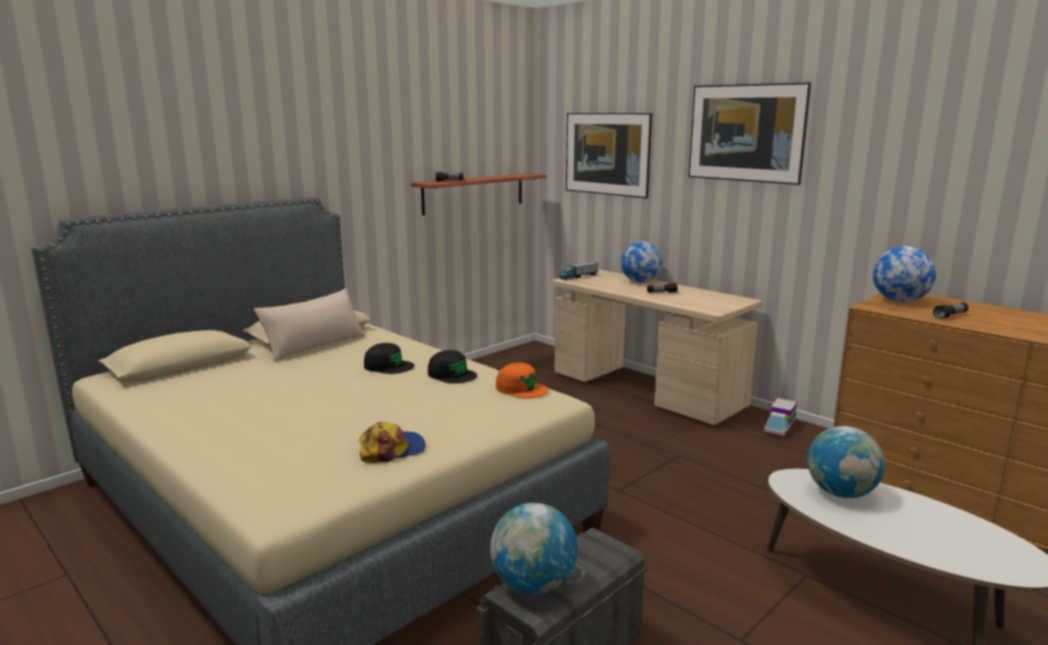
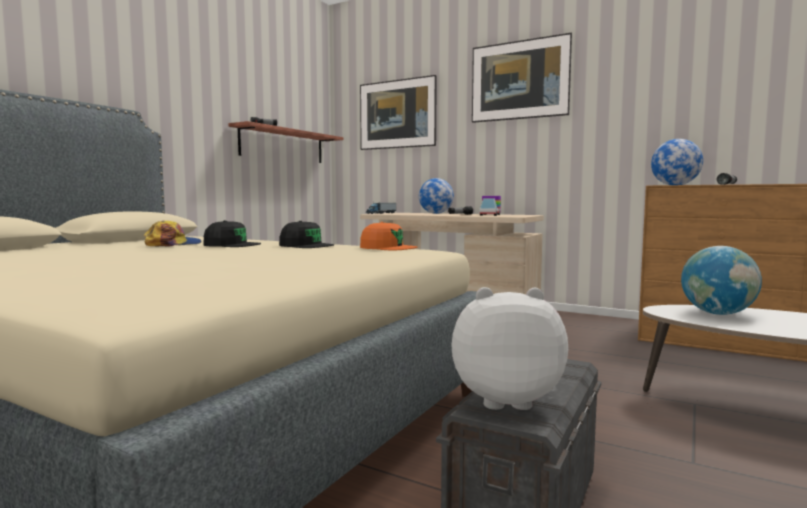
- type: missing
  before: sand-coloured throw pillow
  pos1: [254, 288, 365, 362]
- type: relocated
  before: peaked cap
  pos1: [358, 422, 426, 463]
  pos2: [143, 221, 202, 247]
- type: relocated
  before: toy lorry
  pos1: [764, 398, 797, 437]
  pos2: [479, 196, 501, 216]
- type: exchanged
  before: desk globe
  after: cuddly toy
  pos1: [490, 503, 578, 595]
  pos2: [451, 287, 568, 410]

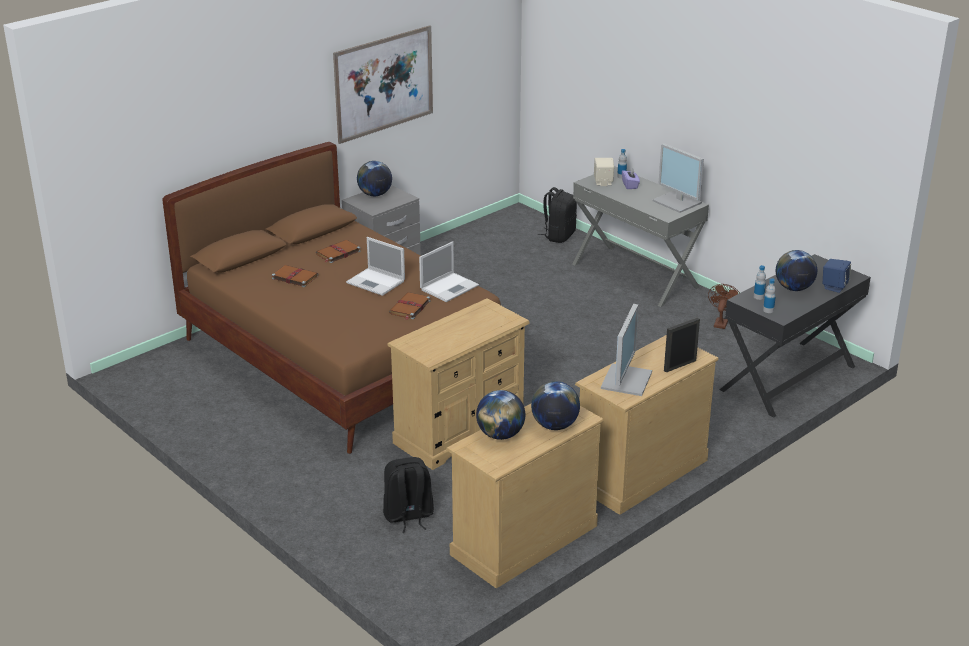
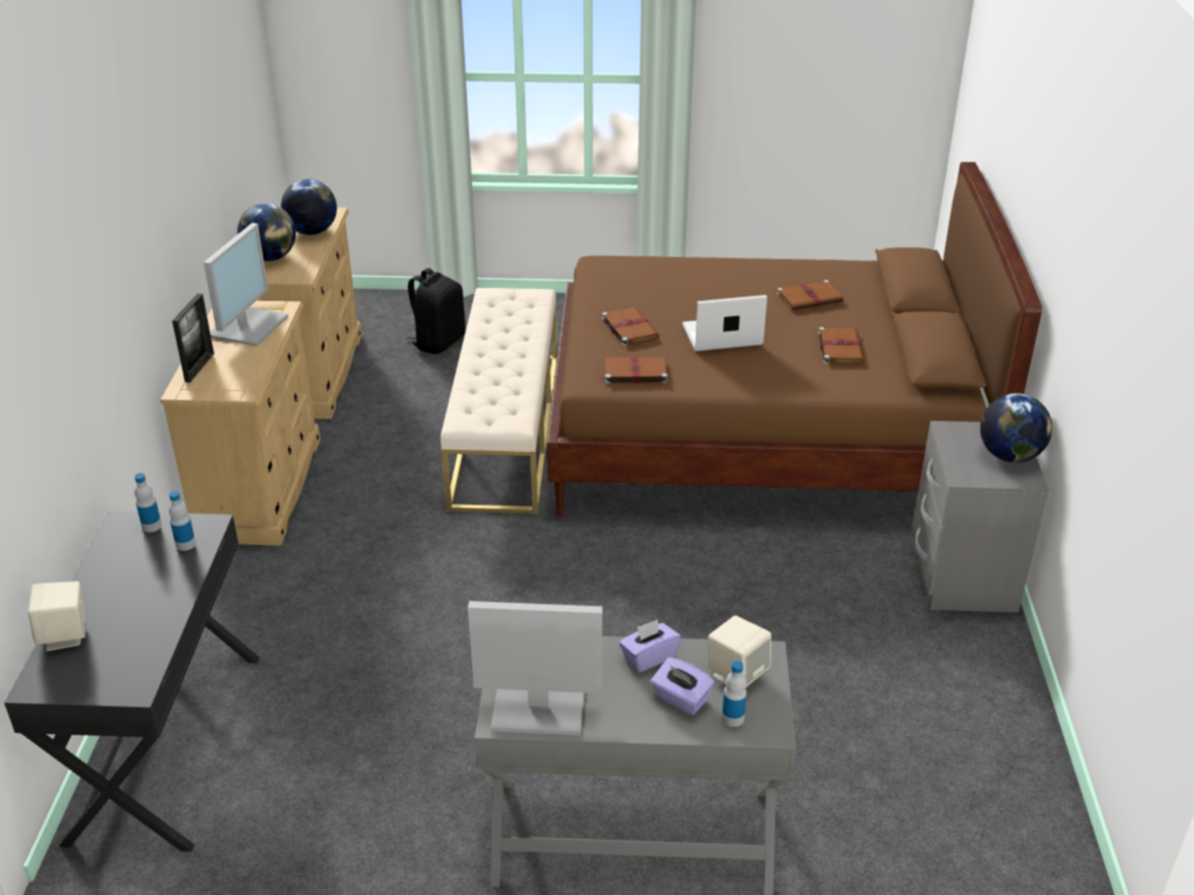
- type: missing
  before: picture
  pos1: [333, 25, 433, 144]
- type: missing
  before: black rucksack
  pos1: [538, 187, 577, 243]
- type: missing
  before: brownish fan
  pos1: [708, 284, 740, 329]
- type: missing
  before: desk globe
  pos1: [776, 250, 817, 291]
- type: appeared
  after: purplish tissue box
  pos2: [619, 619, 681, 673]
- type: exchanged
  before: sand-coloured dresser
  after: sand-coloured indoor bench
  pos1: [388, 298, 530, 470]
  pos2: [440, 288, 557, 514]
- type: exchanged
  before: laptop
  after: brownish bound book
  pos1: [419, 242, 479, 302]
  pos2: [599, 356, 667, 384]
- type: colour
  before: blue speaker
  after: sand-coloured speaker
  pos1: [823, 259, 851, 293]
  pos2: [28, 581, 86, 651]
- type: spun
  before: computer display
  pos1: [601, 304, 652, 396]
  pos2: [203, 223, 288, 346]
  turn: -135

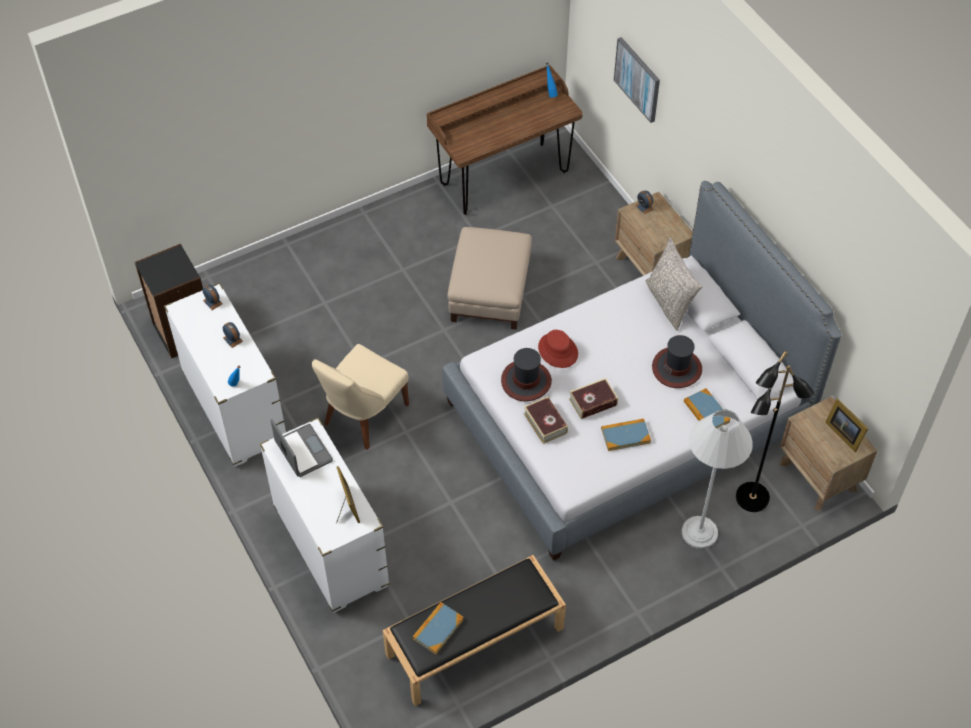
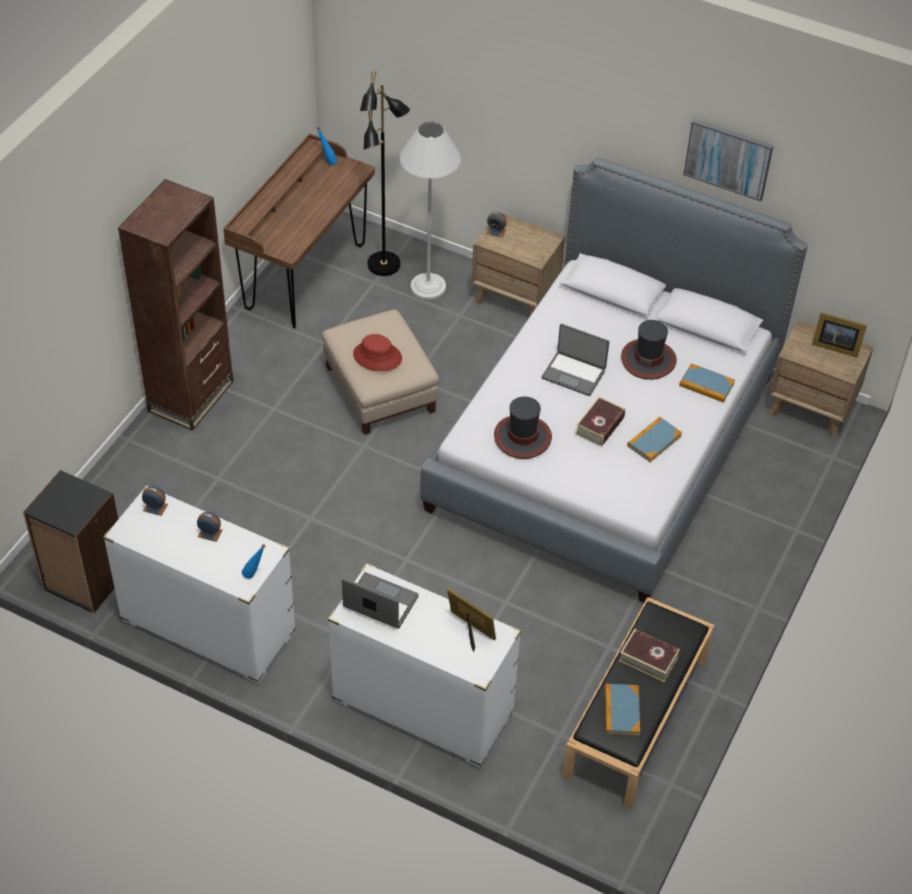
- type: missing
  before: sand-coloured plain chair
  pos1: [312, 344, 409, 450]
- type: missing
  before: grey throw pillow
  pos1: [646, 237, 702, 331]
- type: appeared
  after: brownish bookcase
  pos2: [118, 179, 234, 431]
- type: appeared
  after: laptop
  pos2: [542, 324, 609, 396]
- type: relocated
  before: bound book
  pos1: [524, 396, 568, 444]
  pos2: [619, 629, 680, 682]
- type: relocated
  before: red clothing hat
  pos1: [538, 330, 578, 368]
  pos2: [353, 334, 402, 371]
- type: relocated
  before: picture
  pos1: [614, 37, 660, 123]
  pos2: [683, 119, 774, 201]
- type: relocated
  before: whitish floor lamp
  pos1: [682, 409, 753, 549]
  pos2: [400, 121, 461, 299]
- type: relocated
  before: black floor lamp
  pos1: [736, 351, 814, 512]
  pos2: [360, 71, 410, 276]

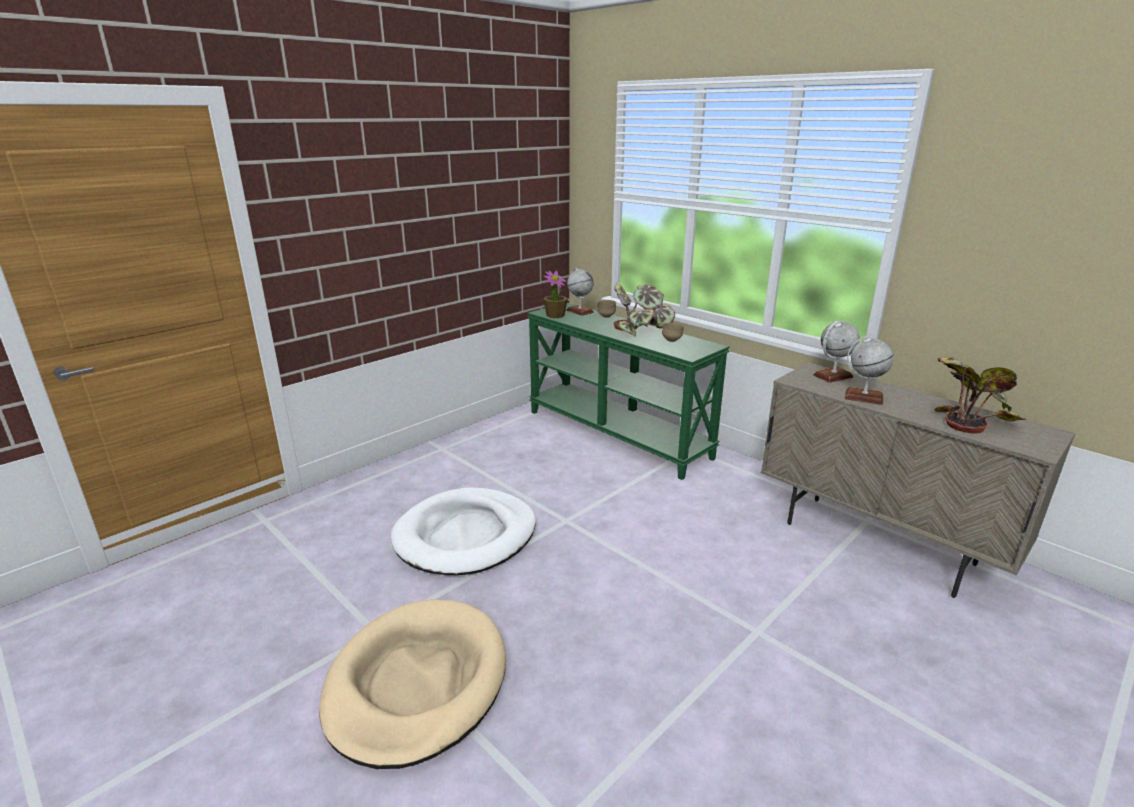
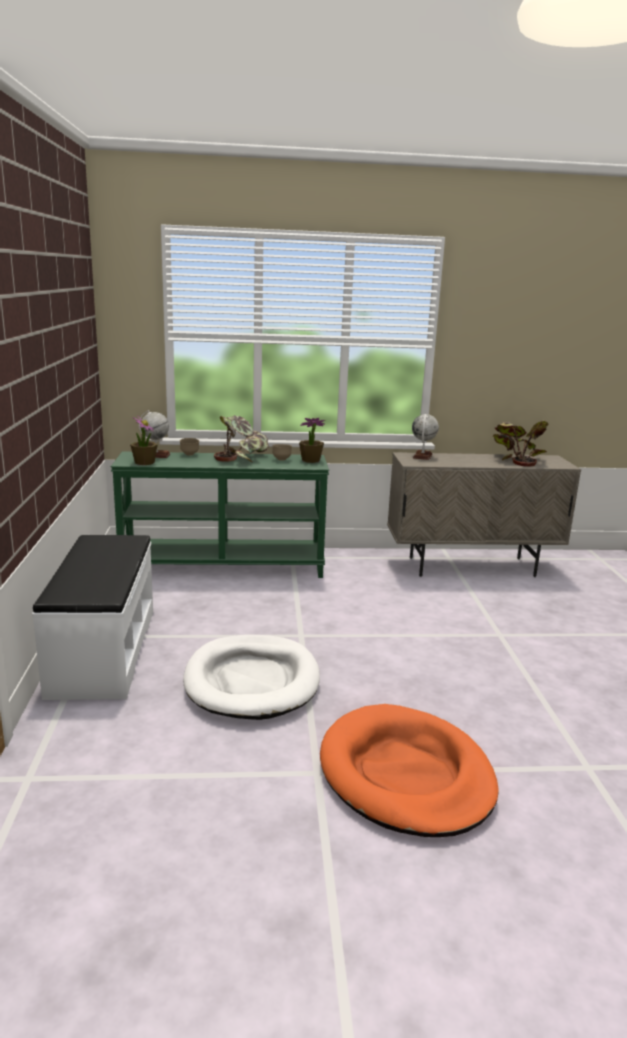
- type: missing
  before: desk globe
  pos1: [845, 336, 894, 405]
- type: appeared
  after: whitish indoor bench
  pos2: [32, 535, 153, 700]
- type: appeared
  after: houseplant
  pos2: [299, 418, 325, 463]
- type: colour
  before: sand-coloured pet bed
  after: orange-coloured pet bed
  pos1: [319, 599, 506, 769]
  pos2: [320, 704, 499, 837]

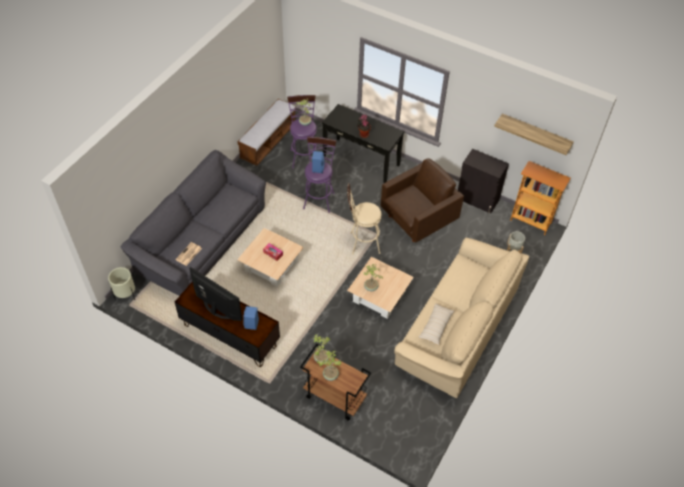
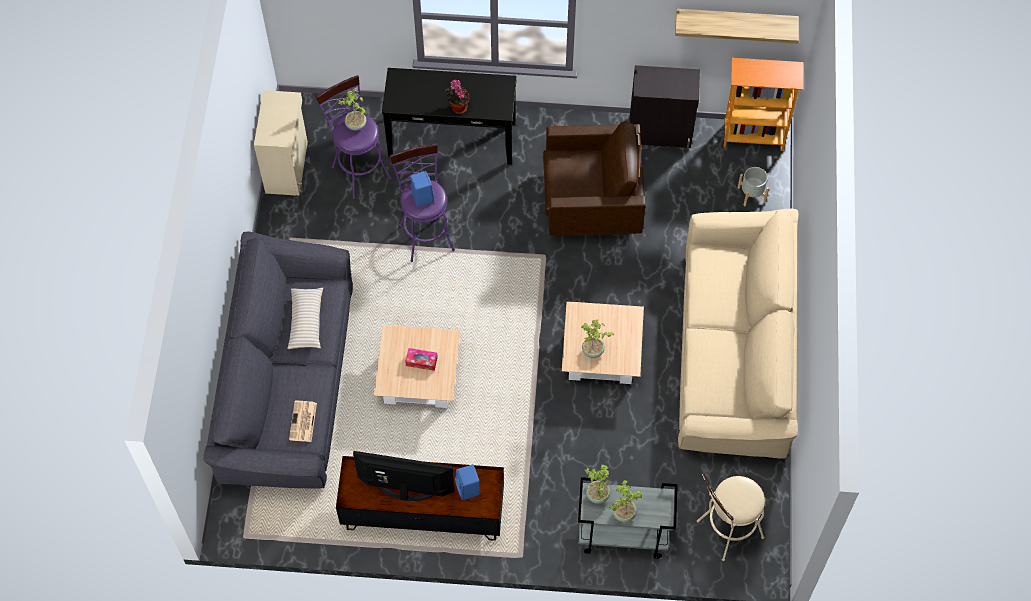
- type: missing
  before: sand-coloured planter
  pos1: [108, 267, 135, 300]
- type: relocated
  before: sand-coloured stool seat
  pos1: [347, 183, 382, 255]
  pos2: [697, 473, 765, 561]
- type: relocated
  before: sand-coloured throw pillow
  pos1: [418, 303, 455, 345]
  pos2: [288, 288, 323, 349]
- type: exchanged
  before: indoor bench
  after: sand-coloured cupboard
  pos1: [237, 99, 296, 166]
  pos2: [254, 90, 308, 195]
- type: colour
  before: brownish wheeled cart
  after: grey wheeled cart
  pos1: [300, 344, 371, 420]
  pos2: [578, 477, 678, 559]
- type: spun
  before: brownish easy chair
  pos1: [381, 158, 464, 242]
  pos2: [543, 122, 646, 236]
  turn: 60

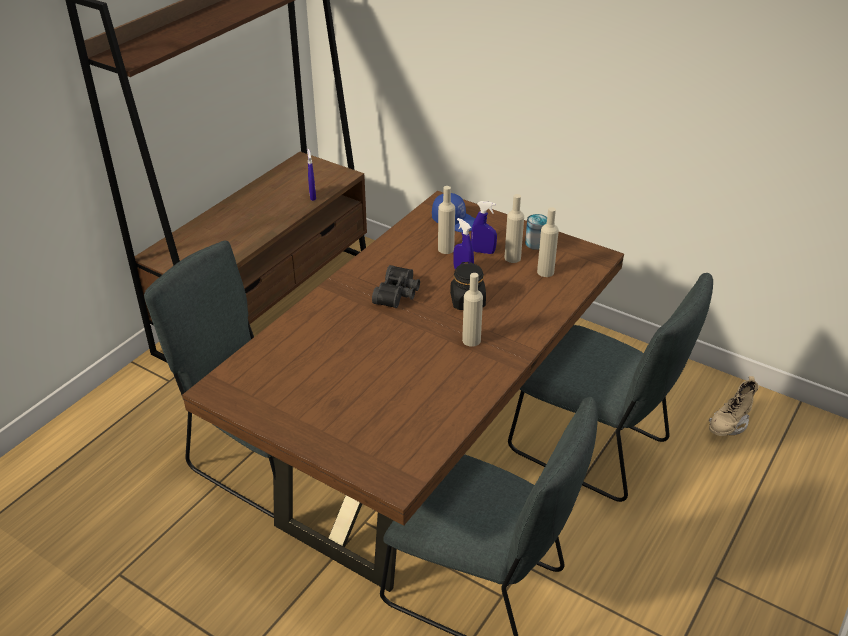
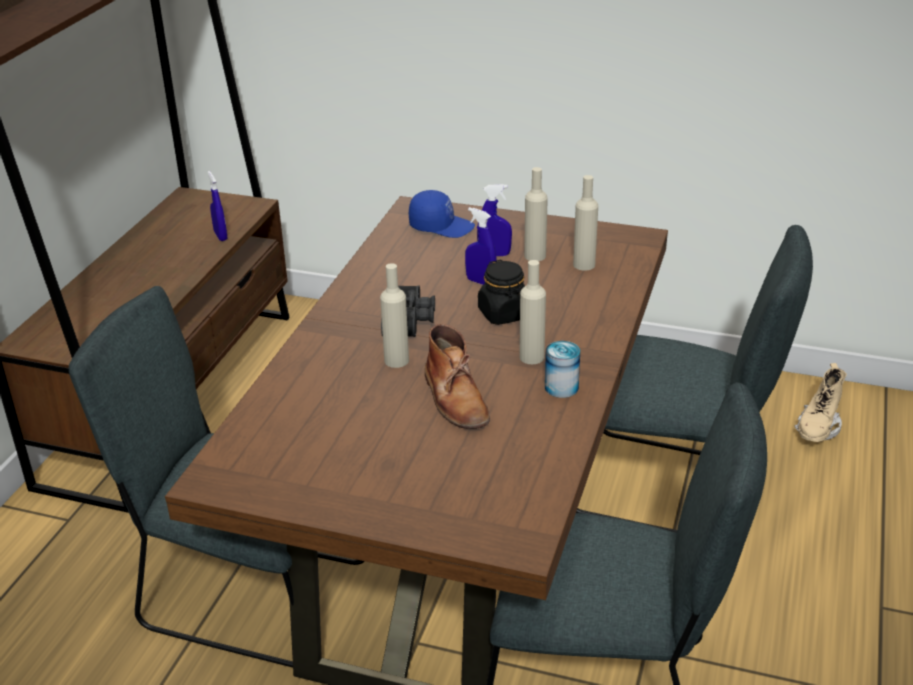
- type: appeared
  after: brownish tall boot
  pos2: [425, 324, 490, 429]
- type: relocated
  before: sand-coloured bottle
  pos1: [438, 186, 455, 254]
  pos2: [380, 263, 409, 368]
- type: relocated
  before: can
  pos1: [525, 214, 547, 250]
  pos2: [545, 341, 580, 398]

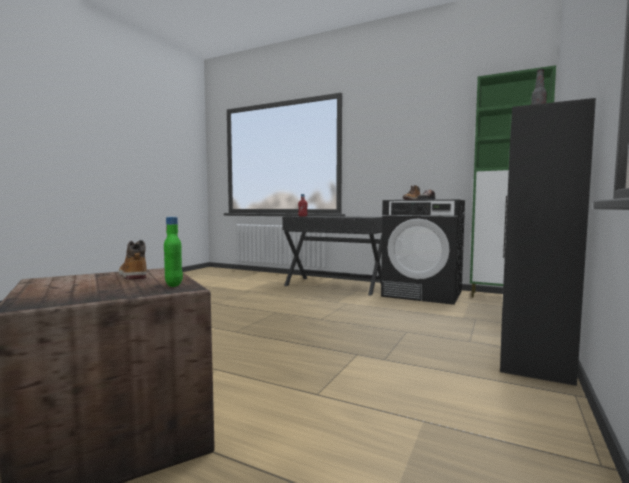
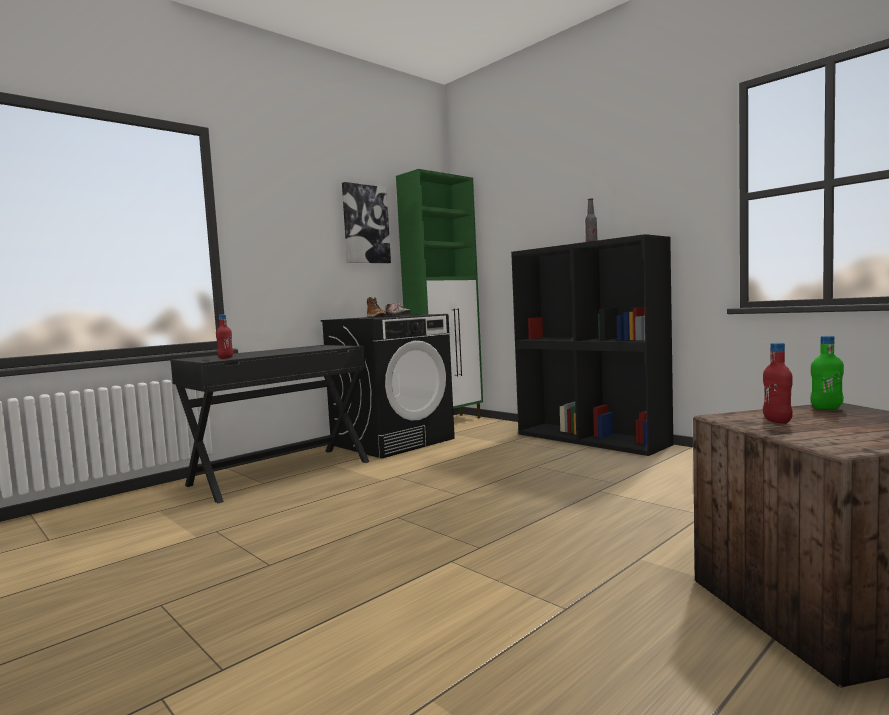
- type: appeared
  after: picture
  pos2: [342, 182, 391, 263]
- type: exchanged
  before: tall boot
  after: red bottle
  pos1: [119, 240, 147, 280]
  pos2: [763, 342, 793, 424]

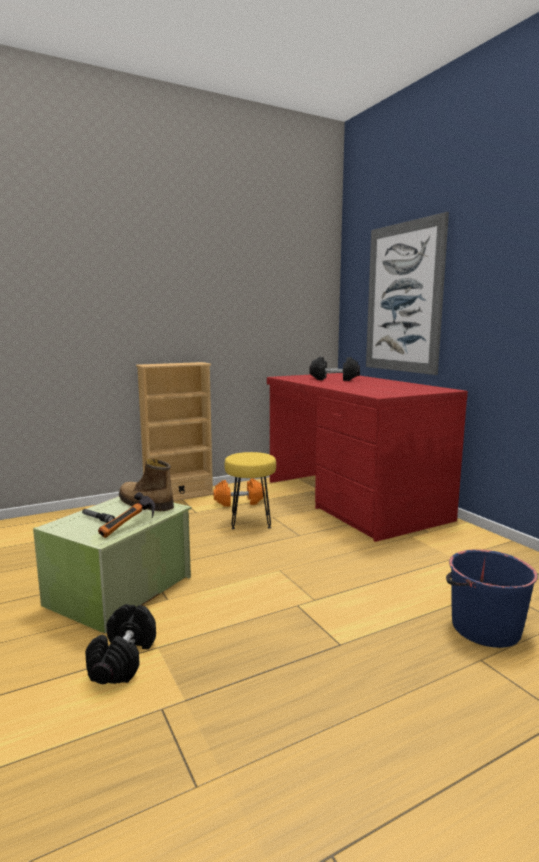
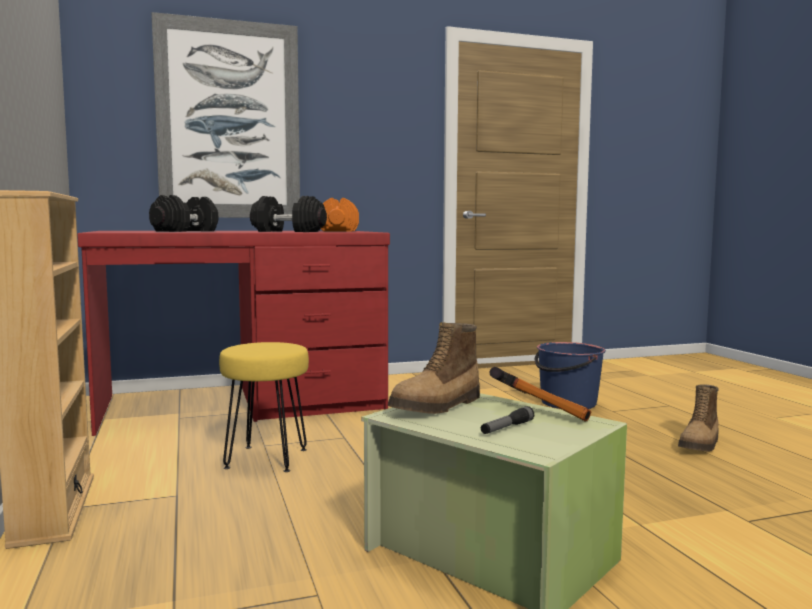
- type: appeared
  after: tall boot
  pos2: [678, 384, 719, 452]
- type: relocated
  before: black hand weight
  pos1: [85, 604, 156, 684]
  pos2: [250, 196, 327, 232]
- type: relocated
  before: orange-coloured hand weight
  pos1: [213, 478, 265, 507]
  pos2: [321, 198, 359, 232]

